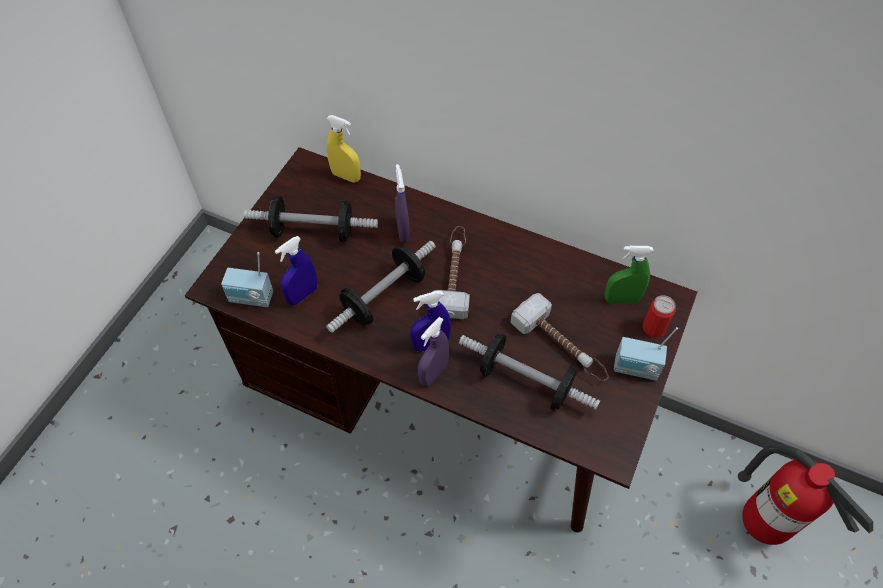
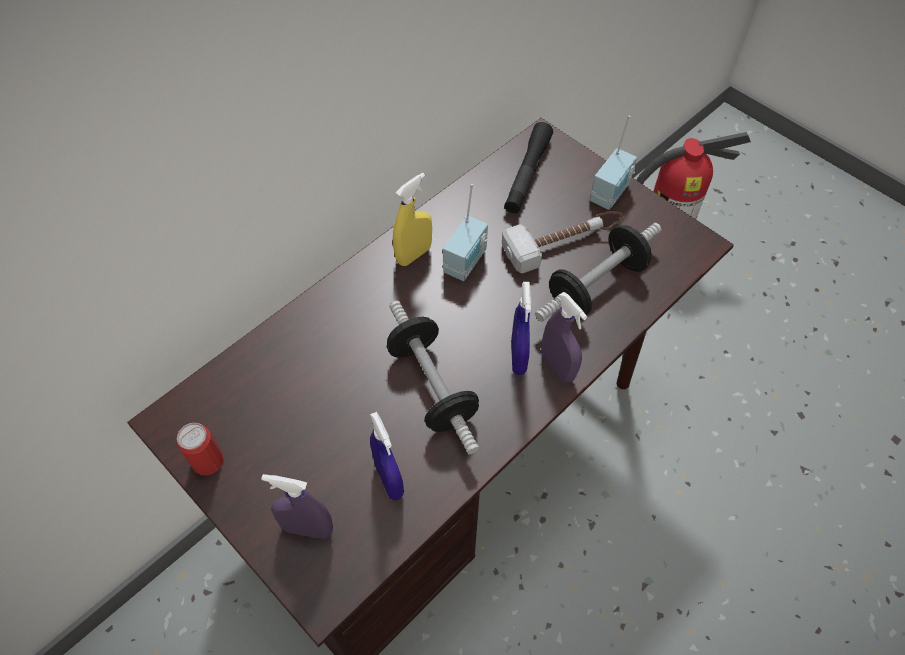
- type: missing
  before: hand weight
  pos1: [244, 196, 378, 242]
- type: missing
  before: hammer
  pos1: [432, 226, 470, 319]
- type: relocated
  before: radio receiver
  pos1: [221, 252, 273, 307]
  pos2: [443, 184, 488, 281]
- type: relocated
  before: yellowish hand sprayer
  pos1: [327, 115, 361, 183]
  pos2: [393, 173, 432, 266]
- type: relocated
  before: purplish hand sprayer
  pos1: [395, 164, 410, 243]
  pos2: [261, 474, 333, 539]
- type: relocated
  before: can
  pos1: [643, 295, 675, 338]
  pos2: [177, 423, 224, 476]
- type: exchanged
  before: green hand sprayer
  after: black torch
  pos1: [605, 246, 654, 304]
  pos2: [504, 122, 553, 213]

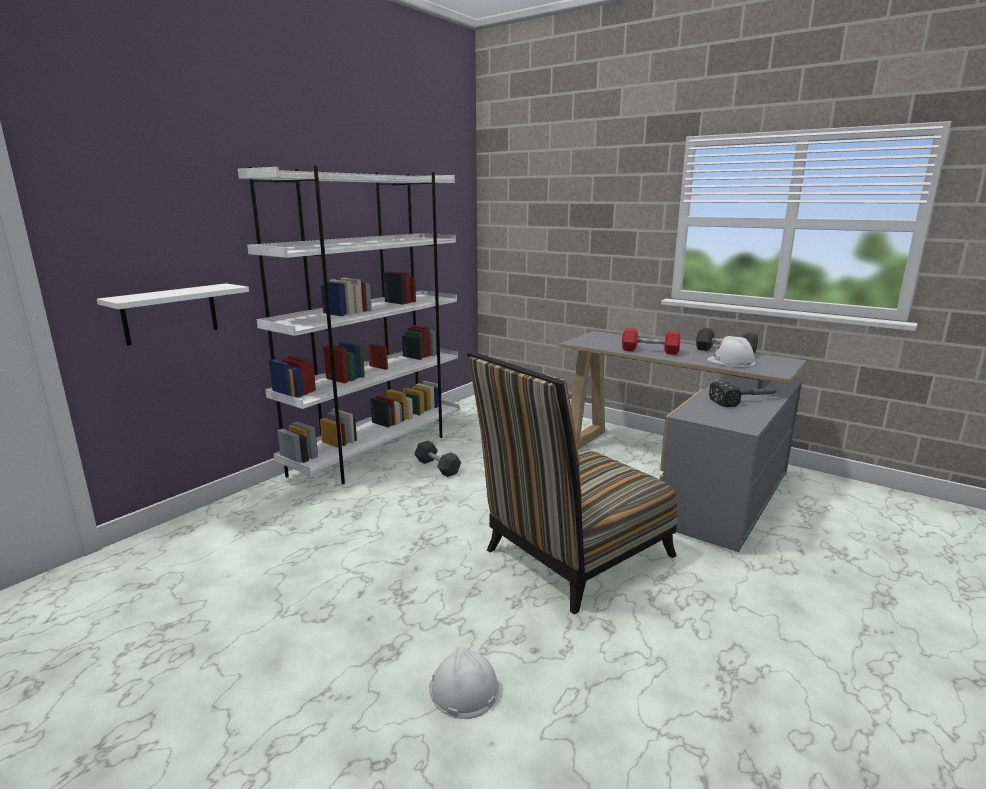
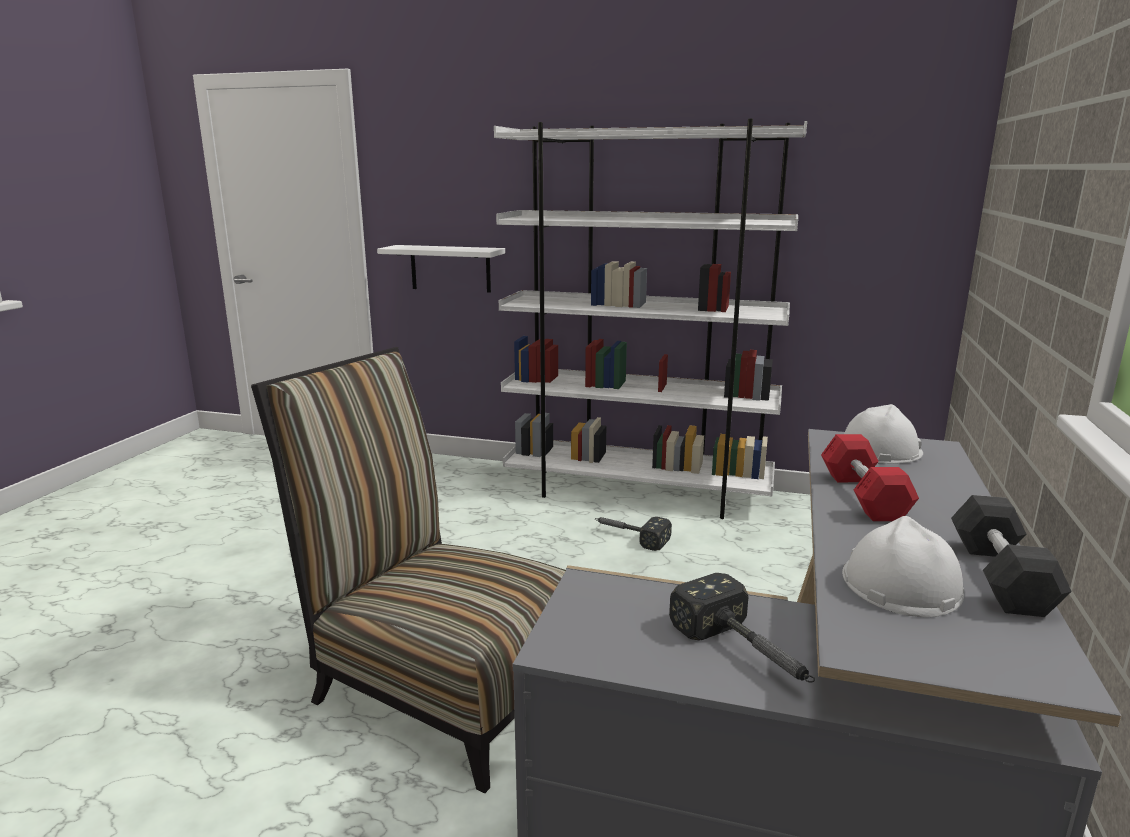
- type: relocated
  before: whitish hard hat
  pos1: [429, 647, 499, 719]
  pos2: [844, 404, 923, 464]
- type: exchanged
  before: grey hand weight
  after: hammer
  pos1: [414, 441, 461, 477]
  pos2: [595, 517, 672, 551]

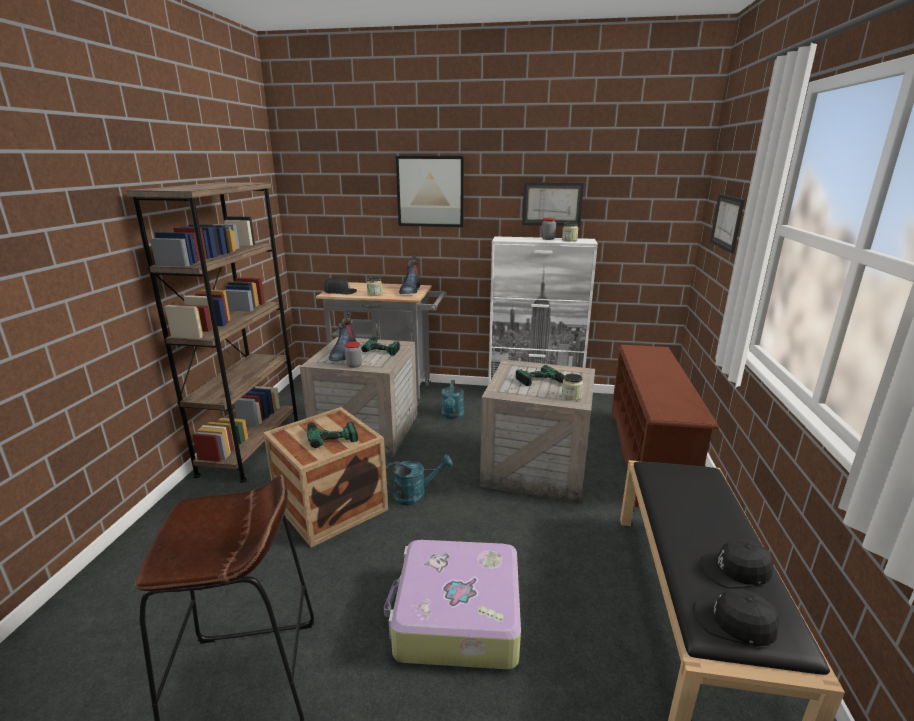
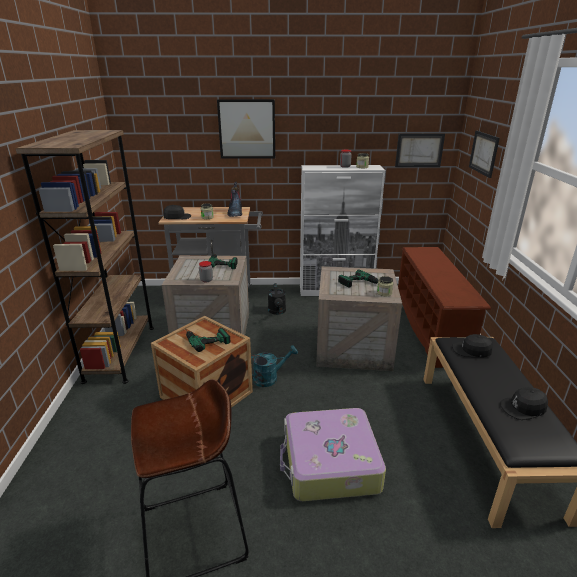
- type: missing
  before: tall boot
  pos1: [329, 311, 356, 361]
- type: relocated
  before: picture
  pos1: [522, 182, 584, 226]
  pos2: [395, 133, 445, 167]
- type: relocated
  before: black peaked cap
  pos1: [694, 590, 780, 646]
  pos2: [452, 334, 493, 358]
- type: colour
  before: turquoise watering can
  after: black watering can
  pos1: [441, 380, 464, 419]
  pos2: [268, 283, 286, 315]

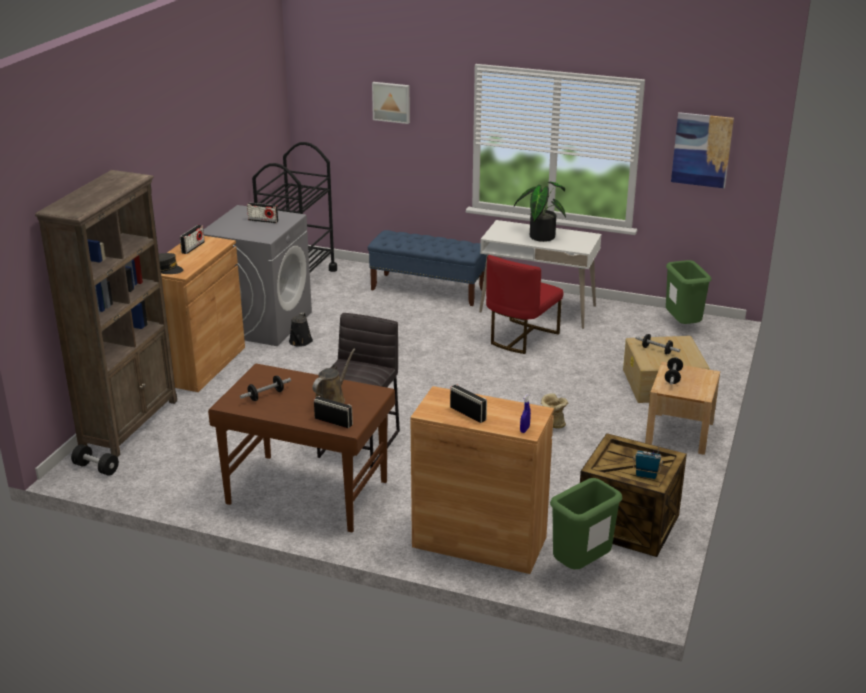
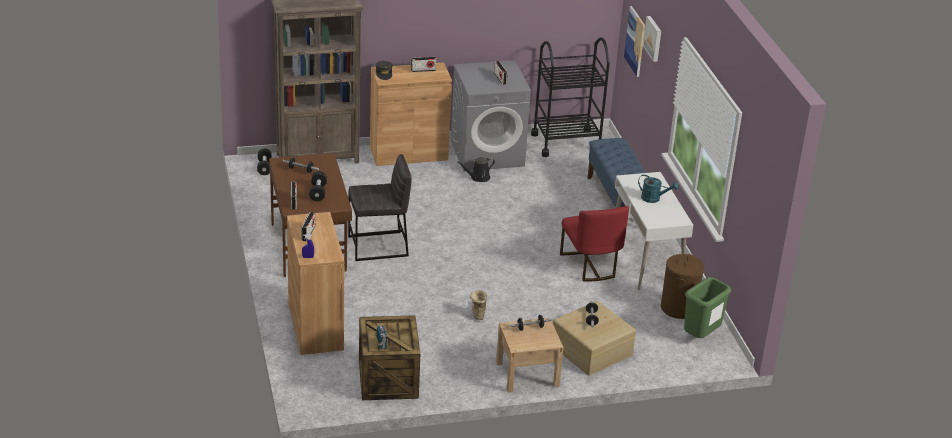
- type: missing
  before: green rubbish bin
  pos1: [550, 478, 622, 569]
- type: appeared
  after: brownish washing basket
  pos2: [661, 254, 704, 319]
- type: relocated
  before: picture
  pos1: [671, 112, 734, 188]
  pos2: [624, 6, 645, 77]
- type: exchanged
  before: brownish watering can
  after: black hand weight
  pos1: [312, 349, 355, 404]
  pos2: [309, 171, 327, 201]
- type: exchanged
  before: houseplant
  after: turquoise watering can
  pos1: [514, 182, 566, 242]
  pos2: [638, 175, 679, 203]
- type: spun
  before: red plain chair
  pos1: [486, 255, 563, 354]
  pos2: [560, 206, 629, 281]
  turn: -105

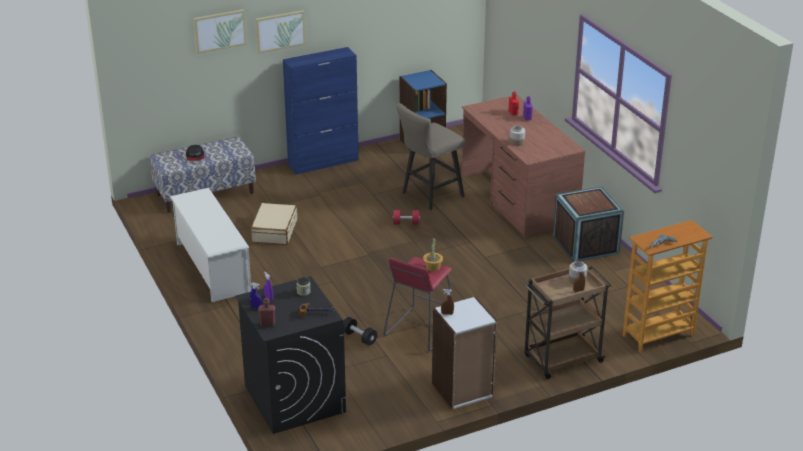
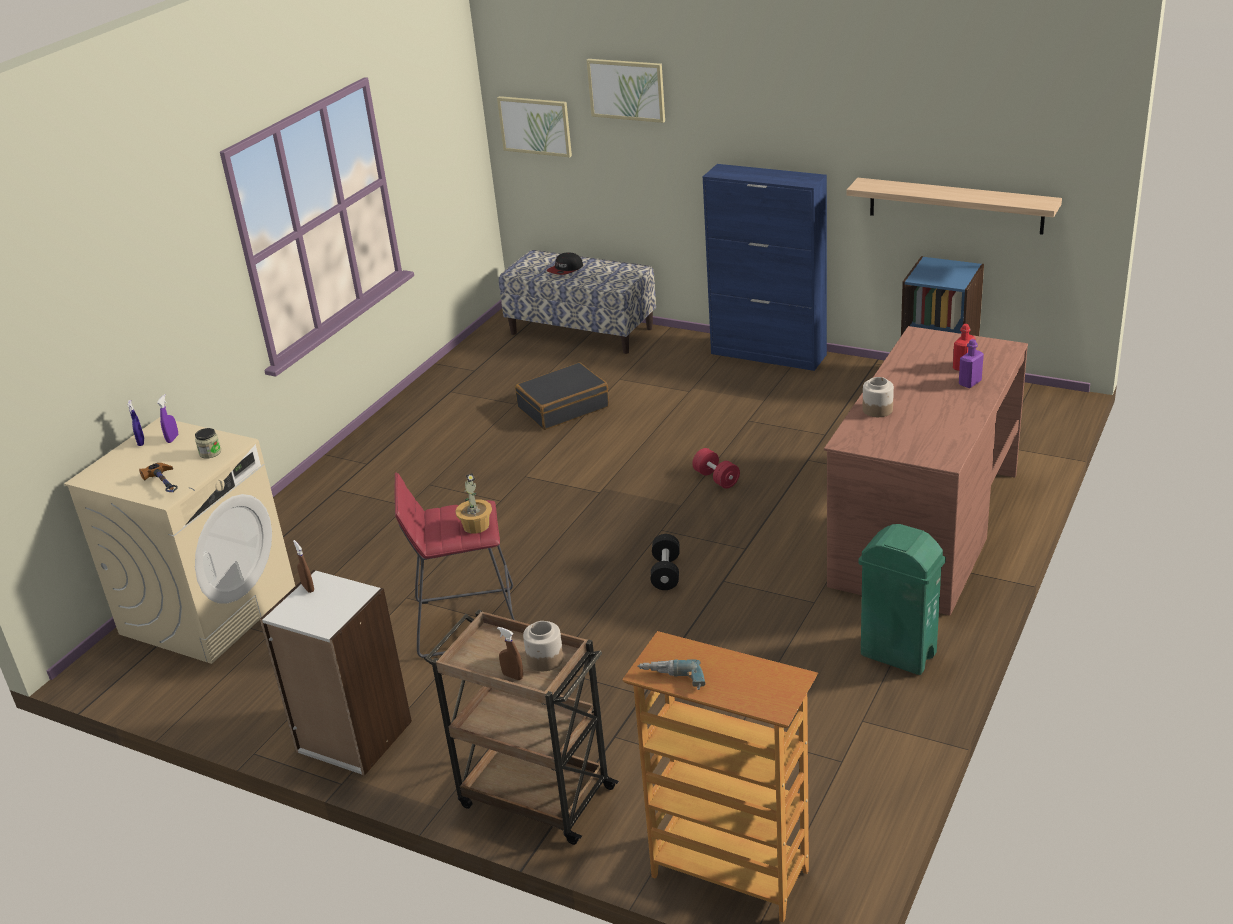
- type: missing
  before: whitish shoe rack
  pos1: [170, 188, 252, 302]
- type: missing
  before: red bottle
  pos1: [258, 298, 275, 326]
- type: missing
  before: sand-coloured stool seat
  pos1: [396, 103, 466, 210]
- type: appeared
  after: wall shelf
  pos2: [847, 178, 1062, 235]
- type: relocated
  before: picture
  pos1: [255, 10, 306, 54]
  pos2: [497, 96, 572, 157]
- type: relocated
  before: black hand weight
  pos1: [344, 317, 377, 346]
  pos2: [651, 534, 680, 590]
- type: exchanged
  before: shipping crate
  after: green rubbish bin
  pos1: [553, 186, 624, 262]
  pos2: [858, 524, 946, 675]
- type: colour
  before: black washing machine
  after: sand-coloured washing machine
  pos1: [235, 276, 346, 434]
  pos2: [64, 417, 295, 664]
- type: colour
  before: sand-coloured travel case
  after: black travel case
  pos1: [250, 203, 297, 245]
  pos2: [515, 362, 609, 430]

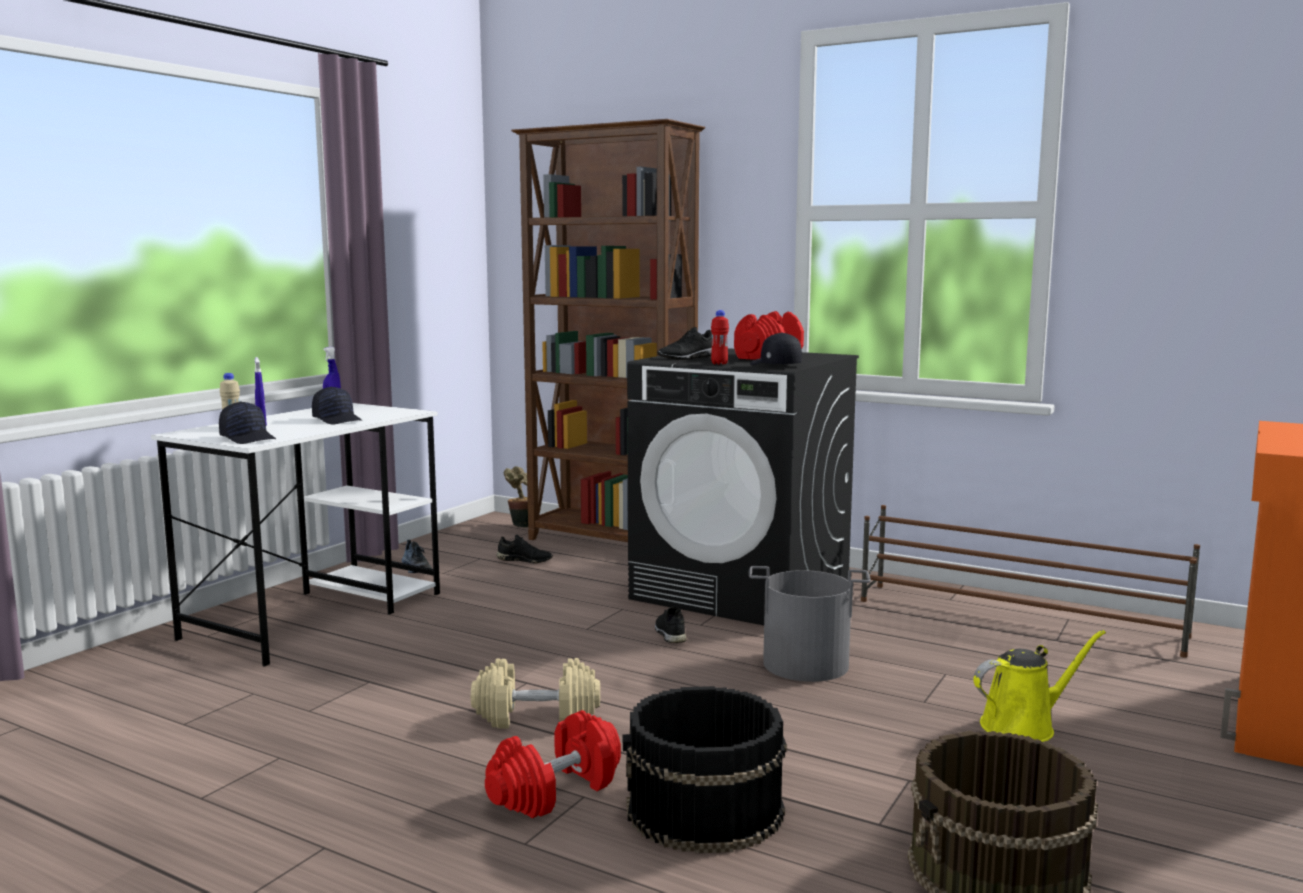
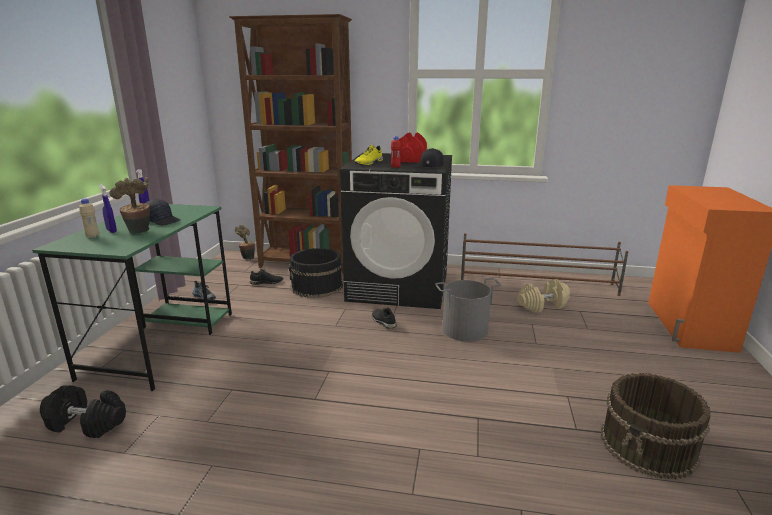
- type: missing
  before: black peaked cap
  pos1: [219, 402, 276, 444]
- type: missing
  before: red hand weight
  pos1: [485, 710, 621, 818]
- type: missing
  before: yellowish watering can
  pos1: [973, 630, 1106, 742]
- type: appeared
  after: black hand weight
  pos2: [40, 385, 126, 438]
- type: appeared
  after: houseplant
  pos2: [109, 177, 150, 233]
- type: relocated
  before: sand-coloured hand weight
  pos1: [471, 658, 600, 729]
  pos2: [517, 279, 570, 313]
- type: relocated
  before: black bucket
  pos1: [622, 686, 787, 854]
  pos2: [288, 248, 343, 298]
- type: colour
  before: whitish desk
  after: green desk
  pos1: [151, 403, 440, 667]
  pos2: [32, 204, 232, 391]
- type: colour
  before: black shoe
  after: yellowish shoe
  pos1: [657, 327, 712, 360]
  pos2: [354, 145, 383, 165]

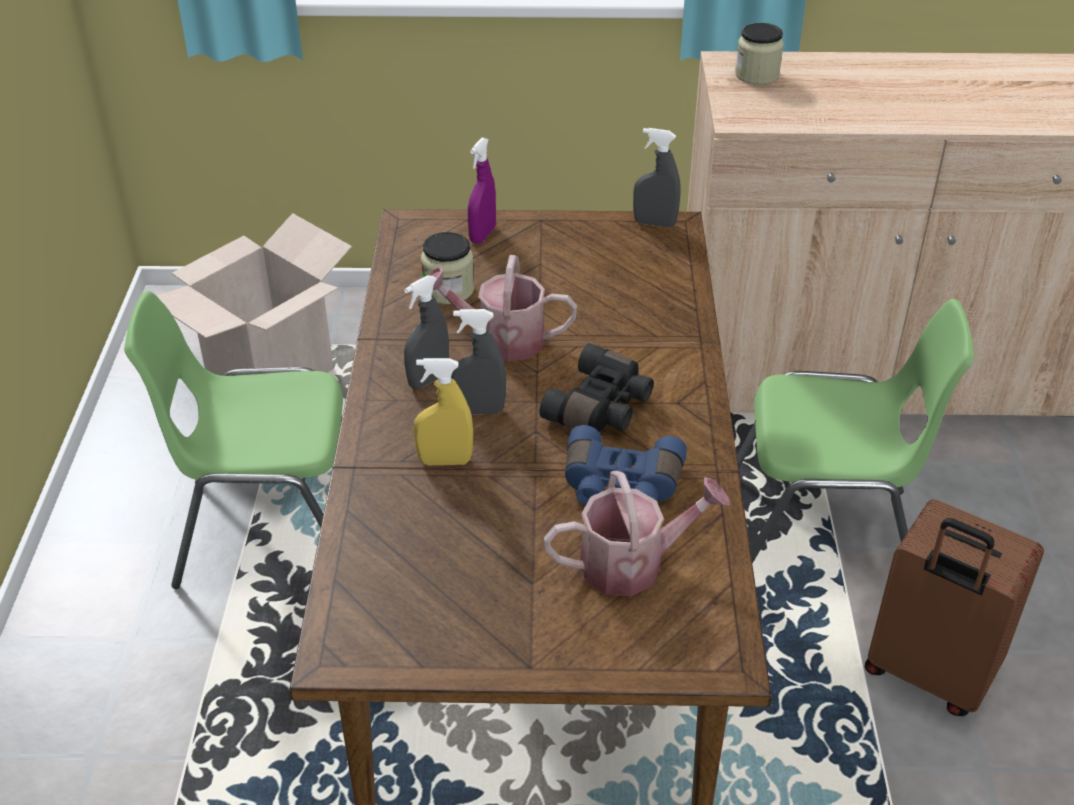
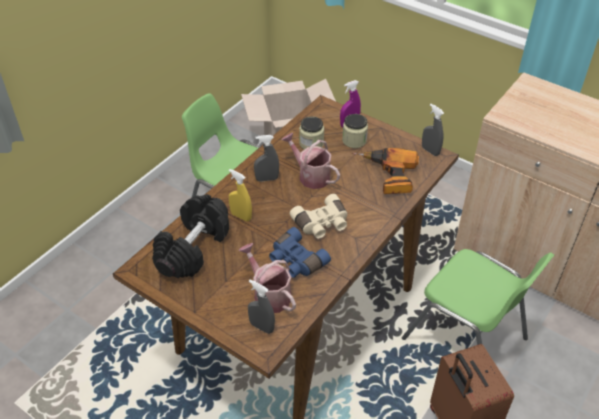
- type: appeared
  after: black hand weight
  pos2: [152, 194, 229, 278]
- type: appeared
  after: drill
  pos2: [352, 148, 419, 194]
- type: relocated
  before: grey hand sprayer
  pos1: [451, 309, 506, 415]
  pos2: [248, 280, 275, 334]
- type: relocated
  before: jar
  pos1: [735, 23, 784, 85]
  pos2: [342, 114, 368, 148]
- type: colour
  before: black binoculars
  after: sand-coloured binoculars
  pos1: [539, 343, 654, 432]
  pos2: [290, 194, 347, 239]
- type: spun
  before: watering can
  pos1: [544, 470, 730, 596]
  pos2: [239, 243, 296, 313]
  turn: -150

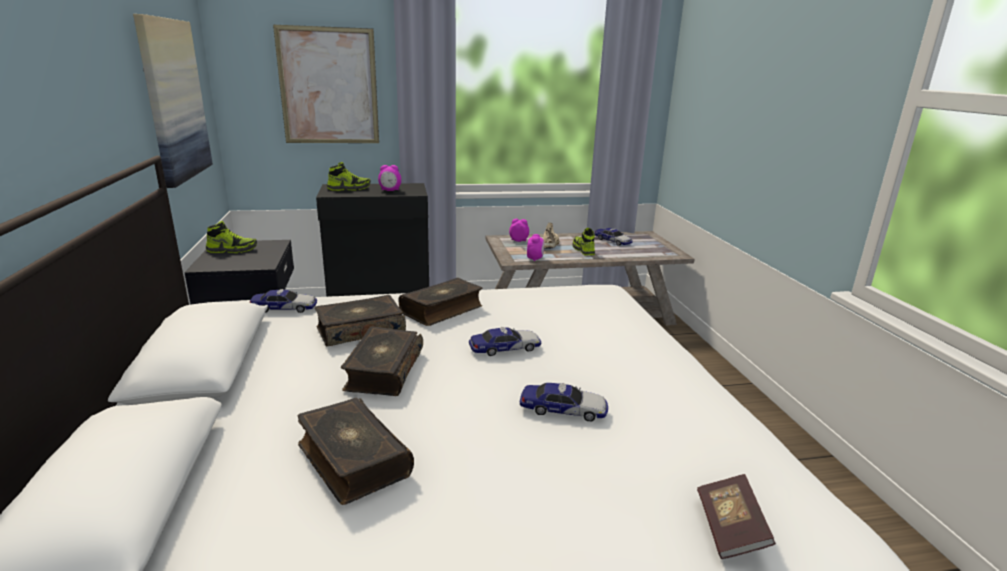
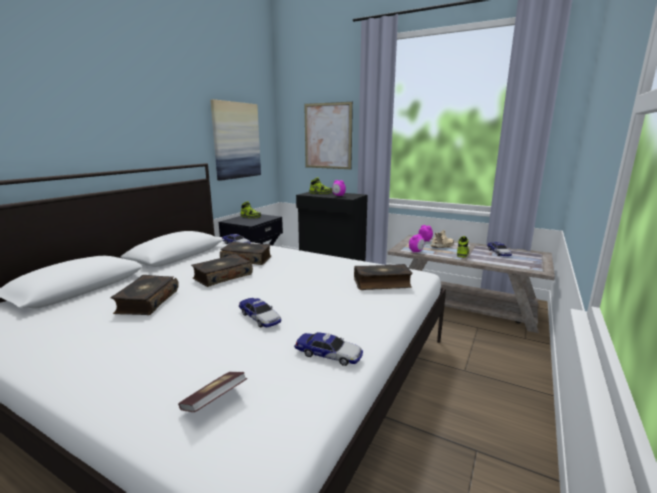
- type: relocated
  before: bound book
  pos1: [399, 278, 483, 326]
  pos2: [354, 264, 413, 290]
- type: relocated
  before: toy car
  pos1: [469, 327, 541, 356]
  pos2: [294, 332, 363, 366]

